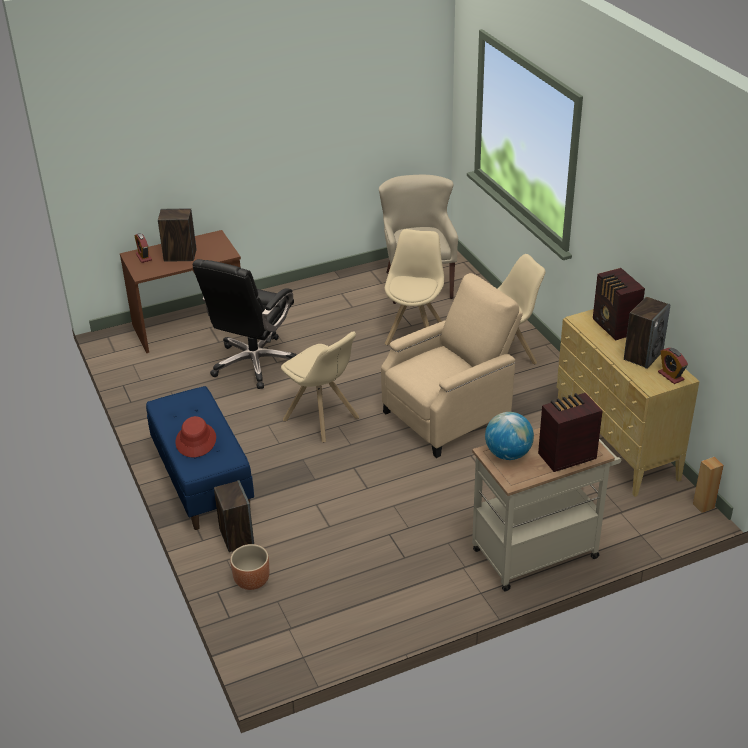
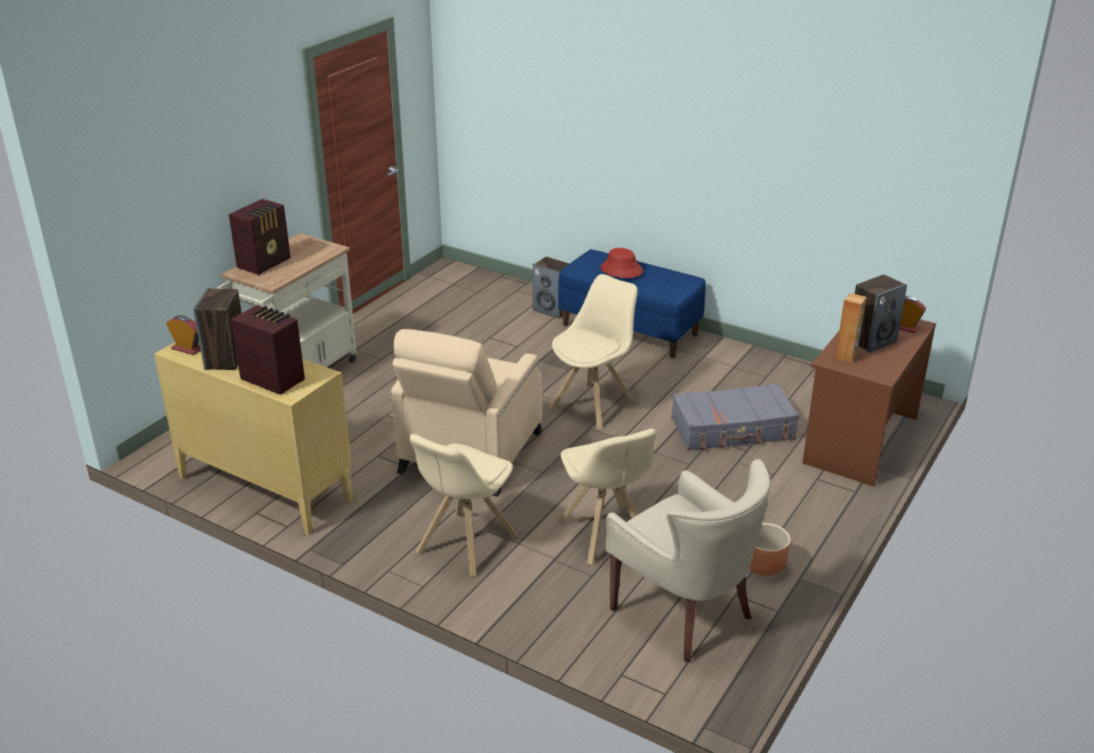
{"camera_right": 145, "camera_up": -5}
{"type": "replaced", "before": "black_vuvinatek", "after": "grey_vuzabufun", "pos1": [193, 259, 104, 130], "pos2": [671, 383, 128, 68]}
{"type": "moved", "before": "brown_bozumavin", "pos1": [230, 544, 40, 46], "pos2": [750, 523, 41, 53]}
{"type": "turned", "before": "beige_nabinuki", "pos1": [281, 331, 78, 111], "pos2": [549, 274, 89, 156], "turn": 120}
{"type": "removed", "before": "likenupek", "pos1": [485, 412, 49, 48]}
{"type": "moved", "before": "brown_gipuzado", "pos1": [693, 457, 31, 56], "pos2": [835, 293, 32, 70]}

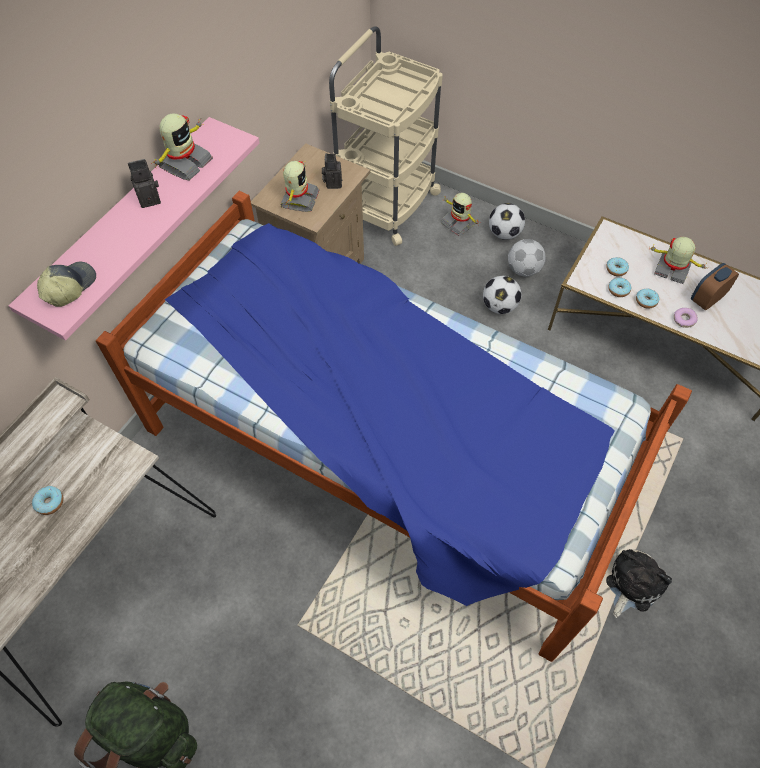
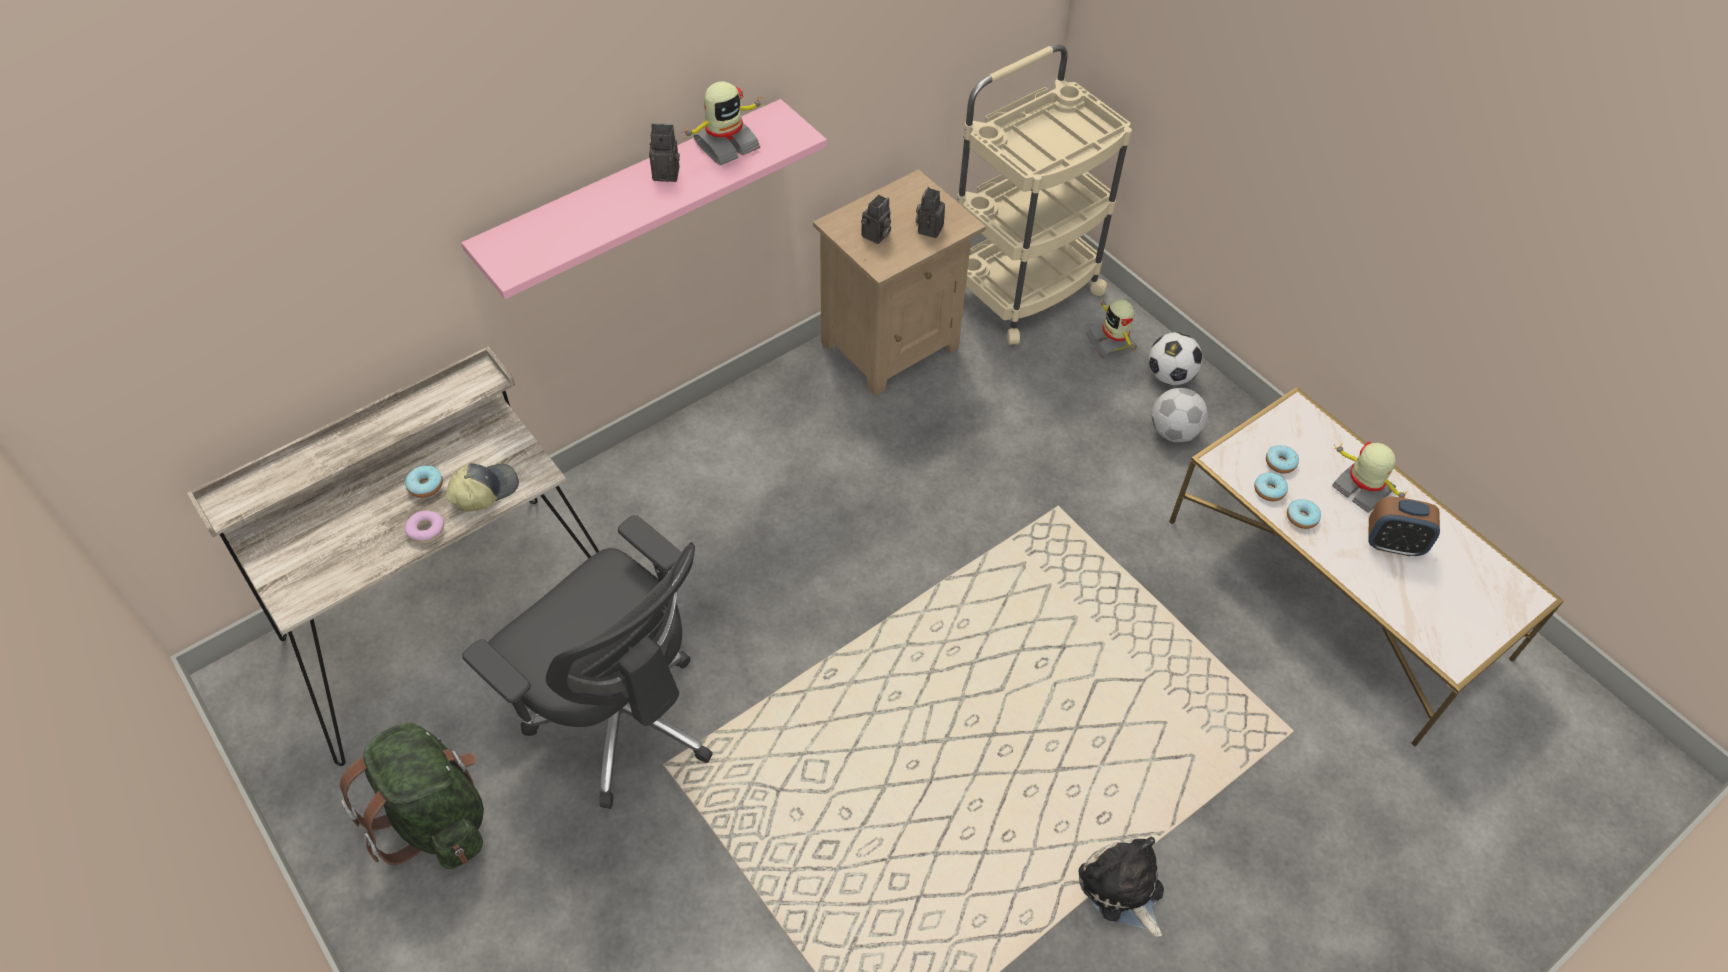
{"camera_right": 20, "camera_up": -5}
{"type": "moved", "before": "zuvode", "pos1": [37, 261, 59, 46], "pos2": [446, 463, 73, 49]}
{"type": "removed", "before": "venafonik", "pos1": [96, 191, 596, 471]}
{"type": "replaced", "before": "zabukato", "after": "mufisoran", "pos1": [281, 161, 39, 51], "pos2": [861, 195, 30, 49]}
{"type": "removed", "before": "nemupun", "pos1": [483, 276, 38, 38]}
{"type": "turned", "before": "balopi", "pos1": [606, 549, 66, 69], "pos2": [1079, 836, 85, 101], "turn": -90}
{"type": "moved", "before": "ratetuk", "pos1": [674, 308, 24, 20], "pos2": [405, 511, 39, 33]}
{"type": "turned", "before": "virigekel", "pos1": [691, 263, 48, 47], "pos2": [1368, 496, 72, 60], "turn": -150}
{"type": "added", "after": "vuvinatek", "pos2": [462, 515, 251, 294]}

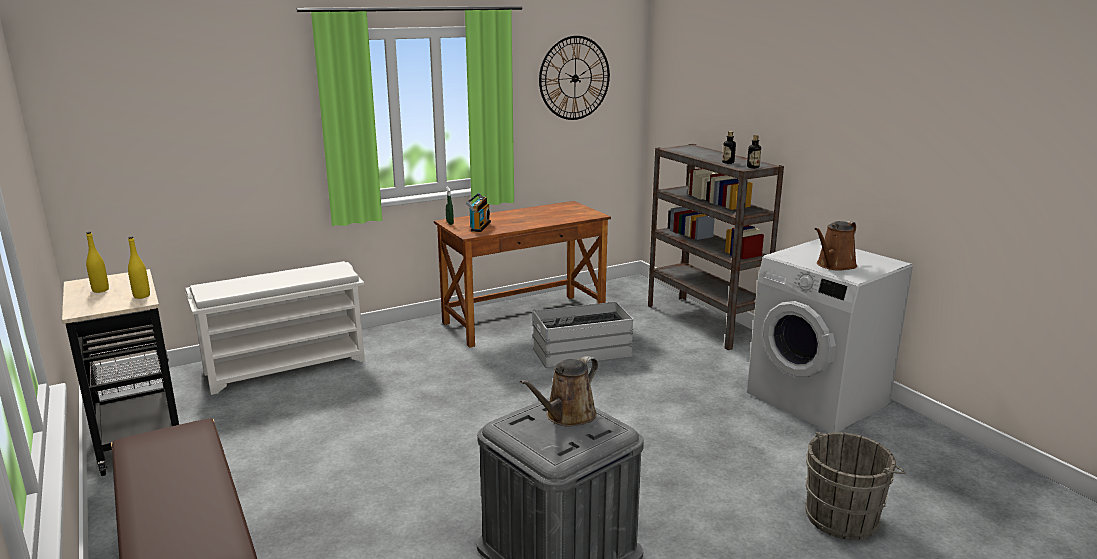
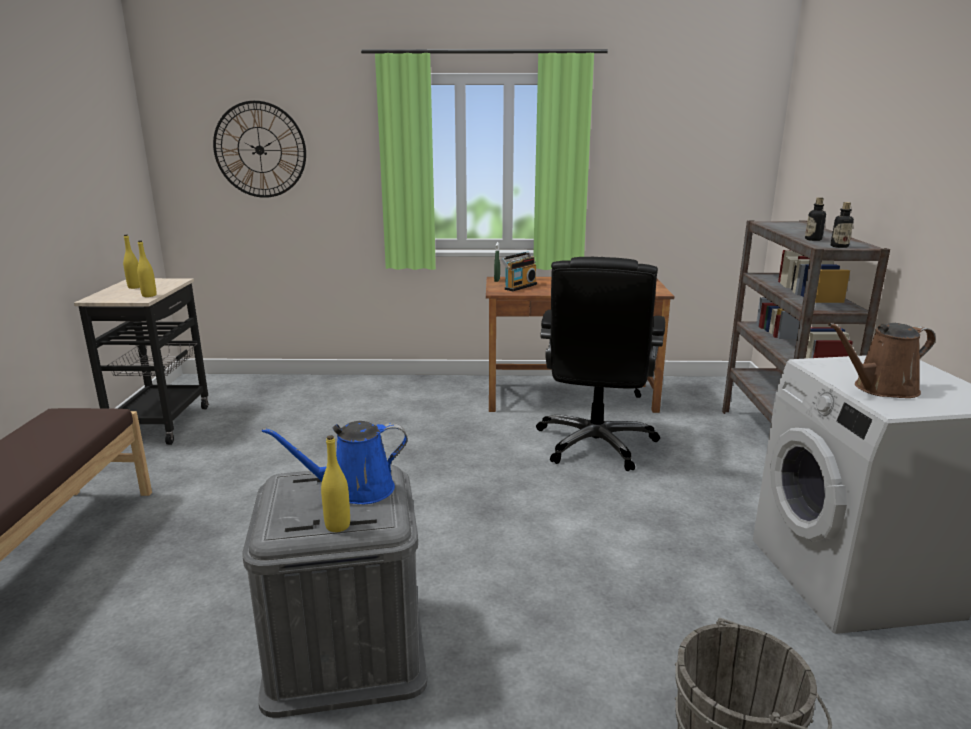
{"camera_right": 30, "camera_up": 0}
{"type": "removed", "before": "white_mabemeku", "pos1": [185, 261, 180, 134]}
{"type": "recoloured", "before": "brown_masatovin", "after": "blue_masatovin", "pos1": [520, 356, 78, 71], "pos2": [262, 421, 146, 83]}
{"type": "replaced", "before": "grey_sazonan", "after": "black_vuvinatek", "pos1": [533, 302, 100, 66], "pos2": [536, 257, 129, 214]}
{"type": "moved", "before": "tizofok", "pos1": [539, 36, 71, 84], "pos2": [213, 101, 93, 97]}
{"type": "added", "after": "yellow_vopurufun", "pos2": [321, 435, 29, 97]}

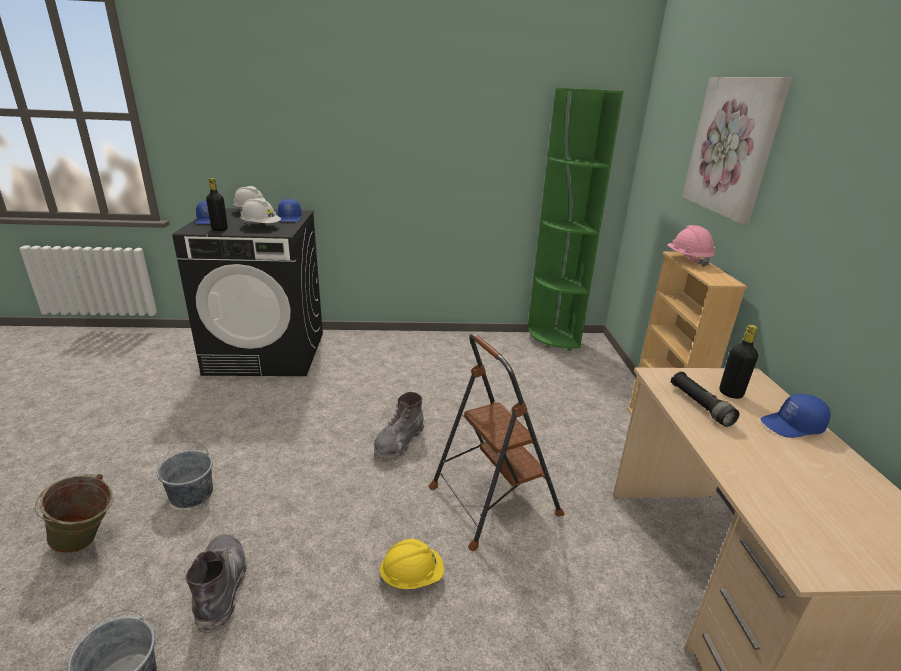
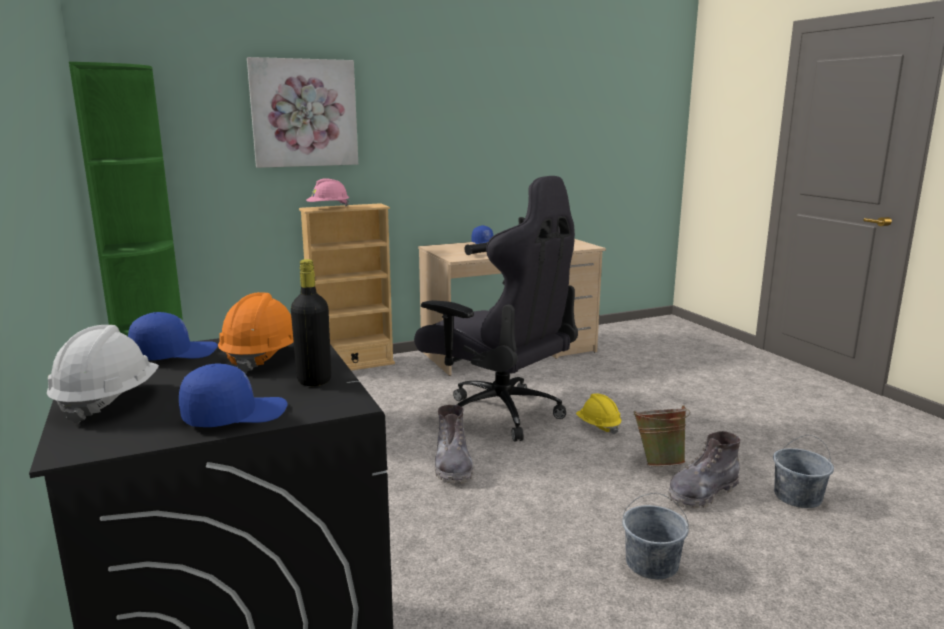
{"camera_right": -110, "camera_up": -10}
{"type": "moved", "before": "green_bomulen", "pos1": [35, 474, 78, 79], "pos2": [633, 405, 57, 61]}
{"type": "recoloured", "before": "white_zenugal", "after": "orange_zenugal", "pos1": [240, 198, 41, 26], "pos2": [218, 292, 76, 82]}
{"type": "turned", "before": "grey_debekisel", "pos1": [374, 392, 50, 70], "pos2": [435, 405, 38, 79], "turn": 75}
{"type": "replaced", "before": "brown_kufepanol", "after": "black_vuvinatek", "pos1": [429, 333, 136, 218], "pos2": [414, 176, 164, 266]}
{"type": "removed", "before": "black_vopurufun", "pos1": [719, 325, 39, 74]}

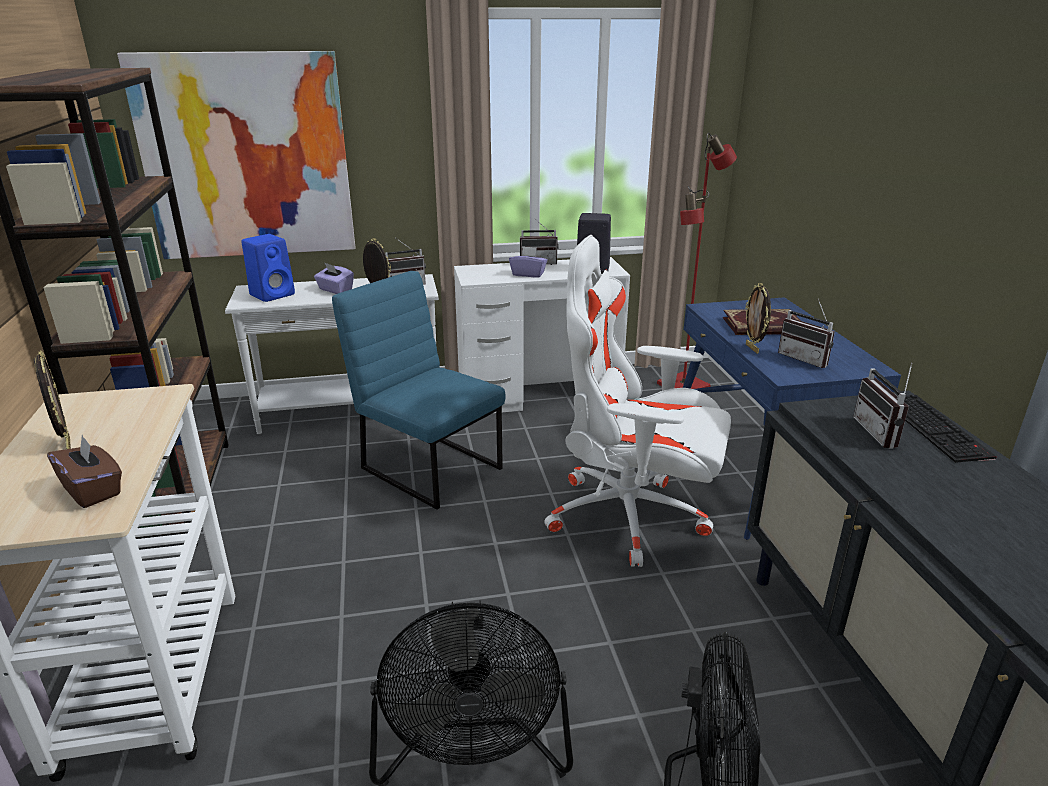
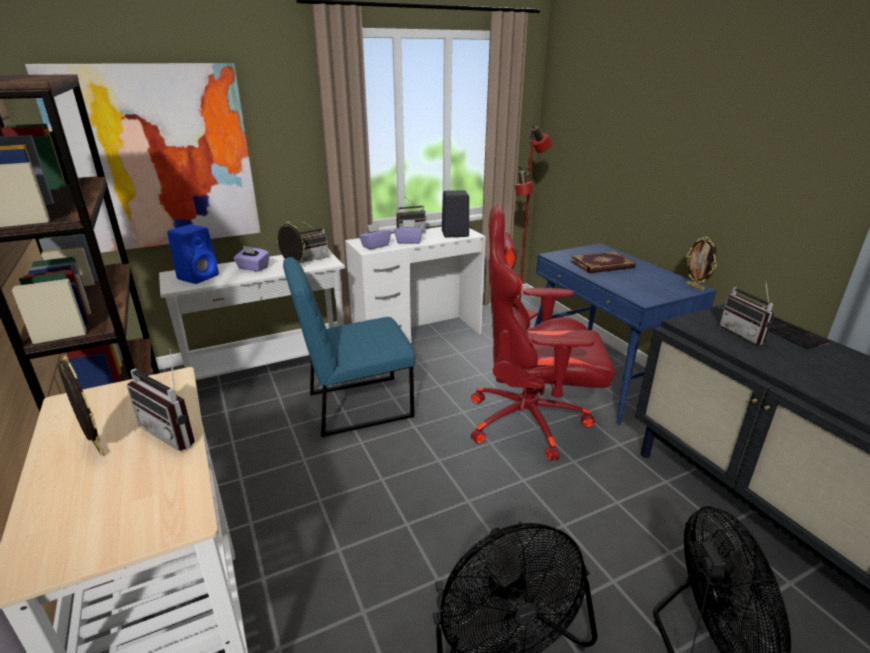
{"camera_right": -15, "camera_up": 0}
{"type": "removed", "before": "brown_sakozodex", "pos1": [47, 435, 75, 73]}
{"type": "turned", "before": "blue_nabinuki", "pos1": [332, 271, 173, 239], "pos2": [283, 257, 133, 180], "turn": -45}
{"type": "recoloured", "before": "white_vuvinatek", "after": "red_vuvinatek", "pos1": [544, 235, 187, 332], "pos2": [471, 204, 144, 257]}
{"type": "moved", "before": "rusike", "pos1": [746, 283, 25, 71], "pos2": [686, 236, 31, 55]}
{"type": "moved", "before": "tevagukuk", "pos1": [778, 299, 57, 69], "pos2": [127, 349, 68, 102]}
{"type": "added", "after": "purple_sakozodex", "pos2": [359, 223, 32, 27]}

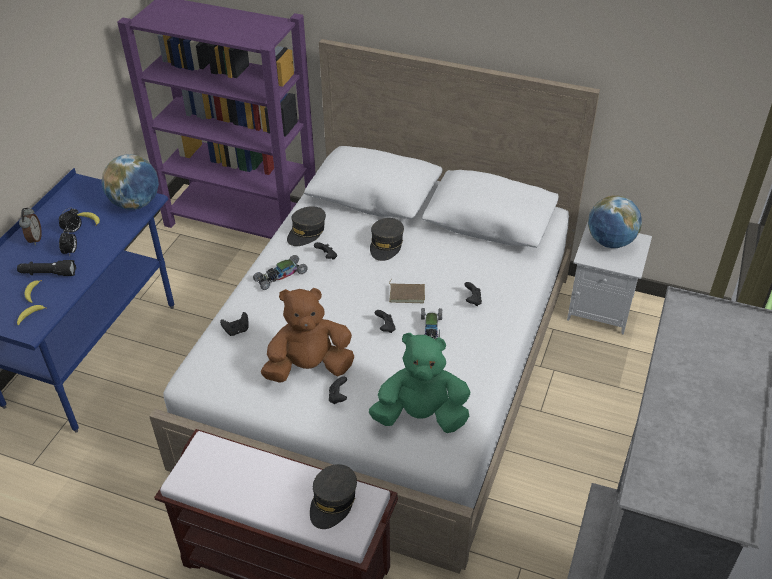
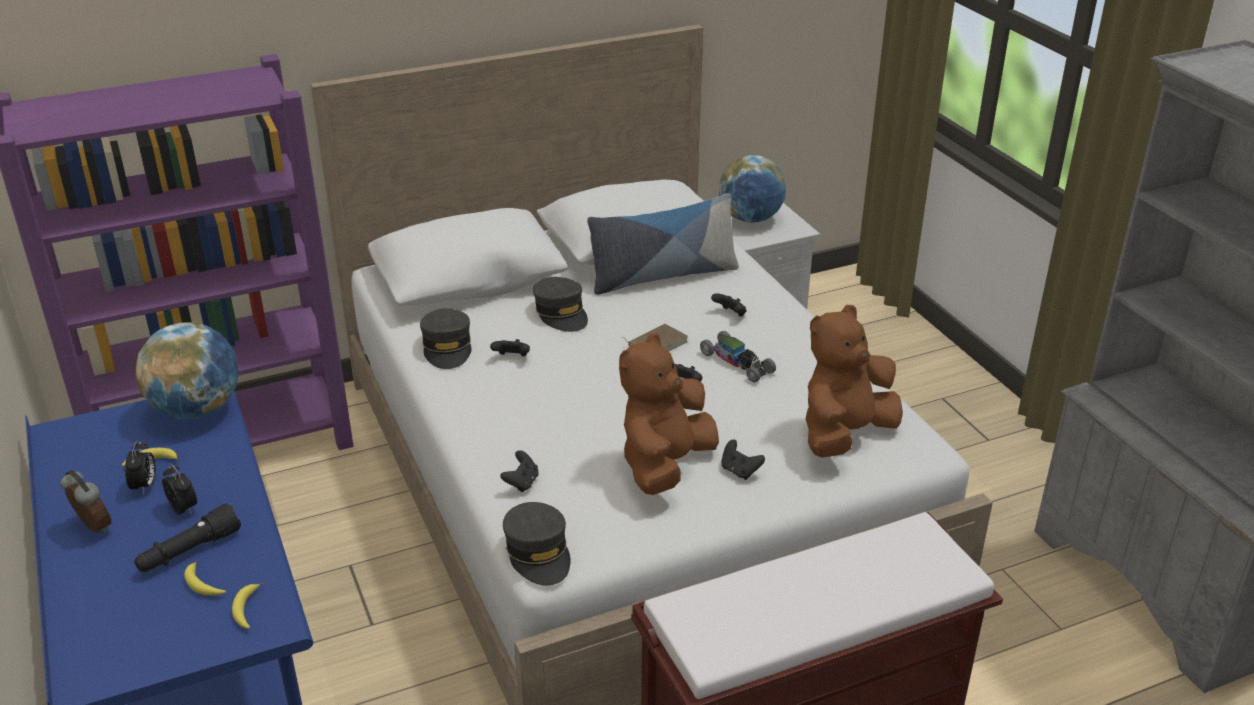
{"camera_right": -45, "camera_up": -10}
{"type": "removed", "before": "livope", "pos1": [253, 255, 55, 35]}
{"type": "moved", "before": "grey_zuvode", "pos1": [310, 464, 47, 65], "pos2": [503, 502, 67, 84]}
{"type": "recoloured", "before": "green_balopi", "after": "brown_balopi", "pos1": [369, 333, 101, 100], "pos2": [806, 305, 97, 153]}
{"type": "added", "after": "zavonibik", "pos2": [587, 193, 152, 102]}

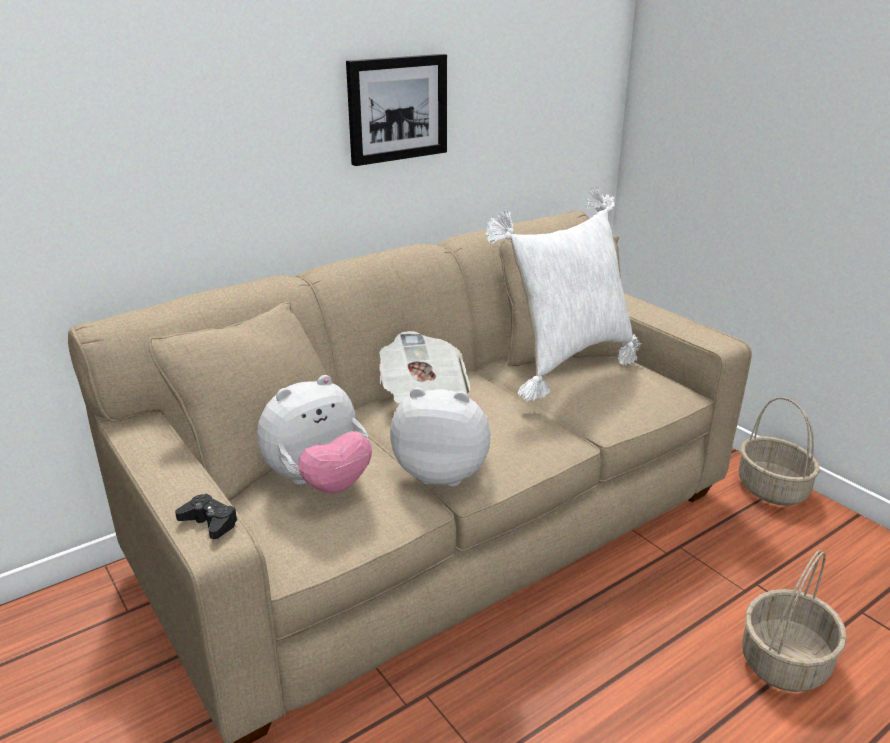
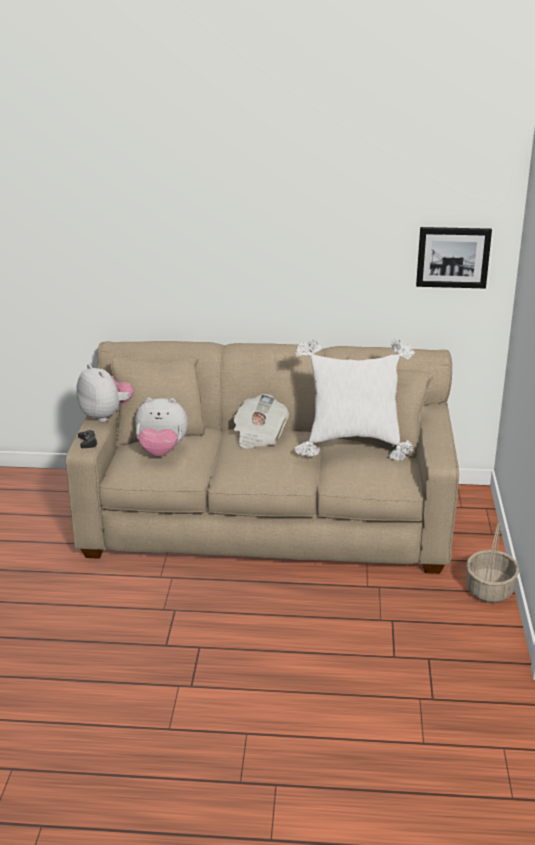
{"camera_right": 40, "camera_up": 0}
{"type": "moved", "before": "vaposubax", "pos1": [346, 54, 101, 112], "pos2": [416, 227, 76, 62]}
{"type": "moved", "before": "balopi", "pos1": [390, 387, 100, 100], "pos2": [77, 364, 57, 58]}
{"type": "removed", "before": "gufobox", "pos1": [742, 550, 105, 142]}

